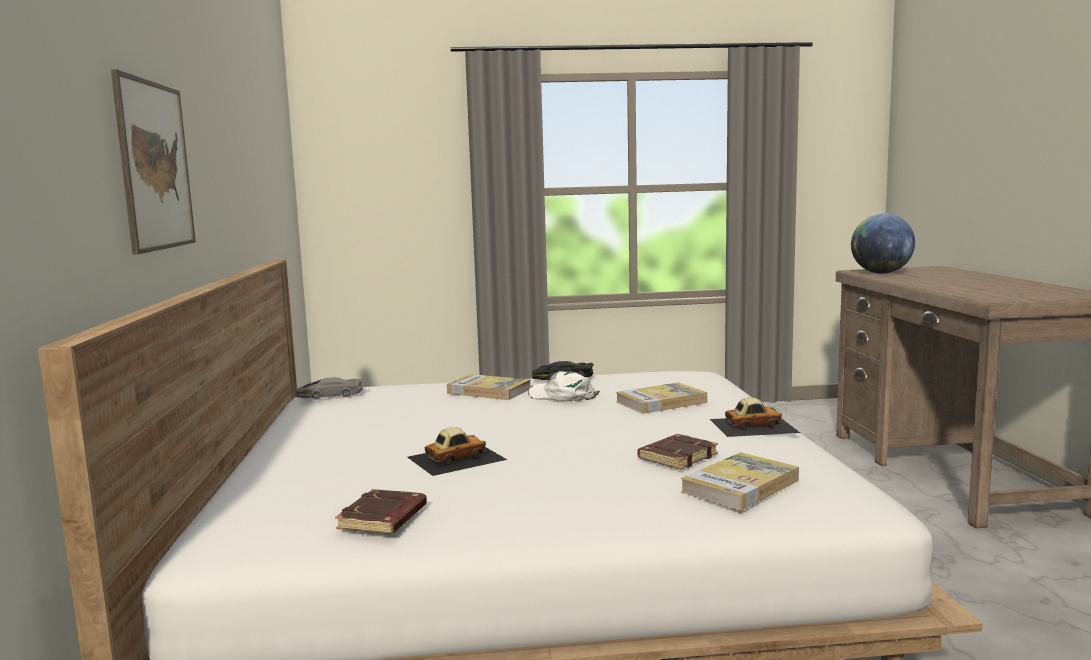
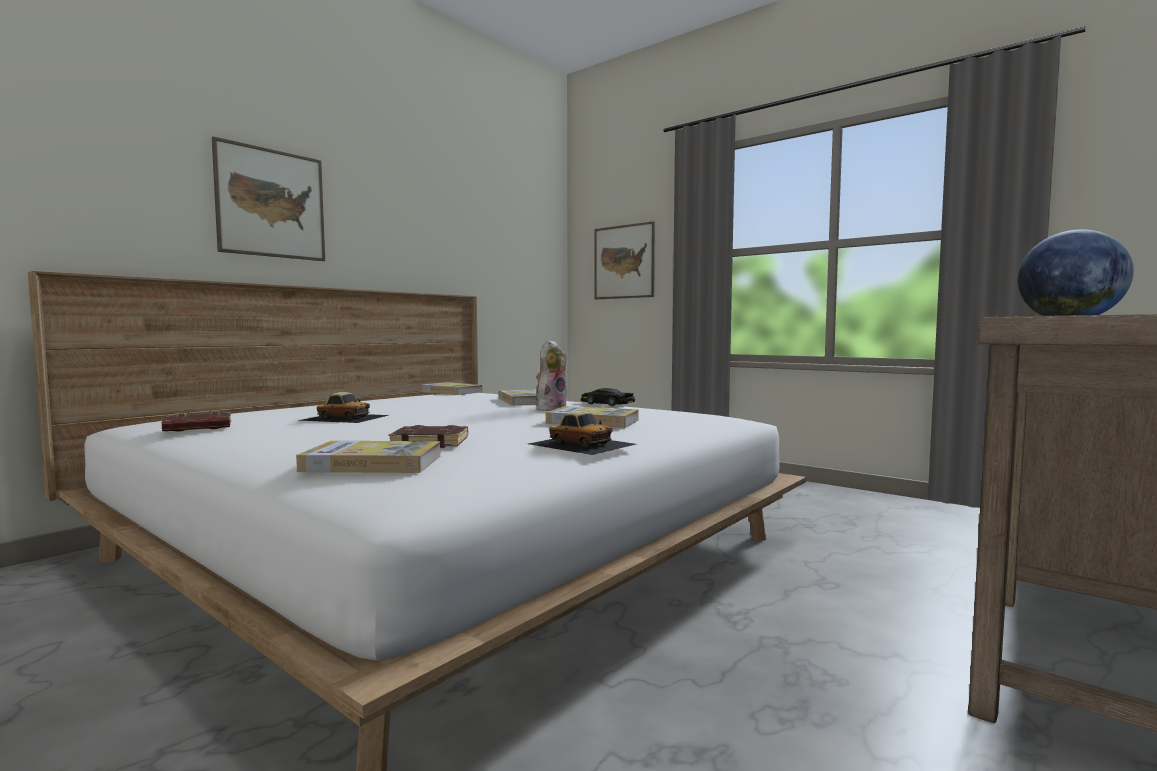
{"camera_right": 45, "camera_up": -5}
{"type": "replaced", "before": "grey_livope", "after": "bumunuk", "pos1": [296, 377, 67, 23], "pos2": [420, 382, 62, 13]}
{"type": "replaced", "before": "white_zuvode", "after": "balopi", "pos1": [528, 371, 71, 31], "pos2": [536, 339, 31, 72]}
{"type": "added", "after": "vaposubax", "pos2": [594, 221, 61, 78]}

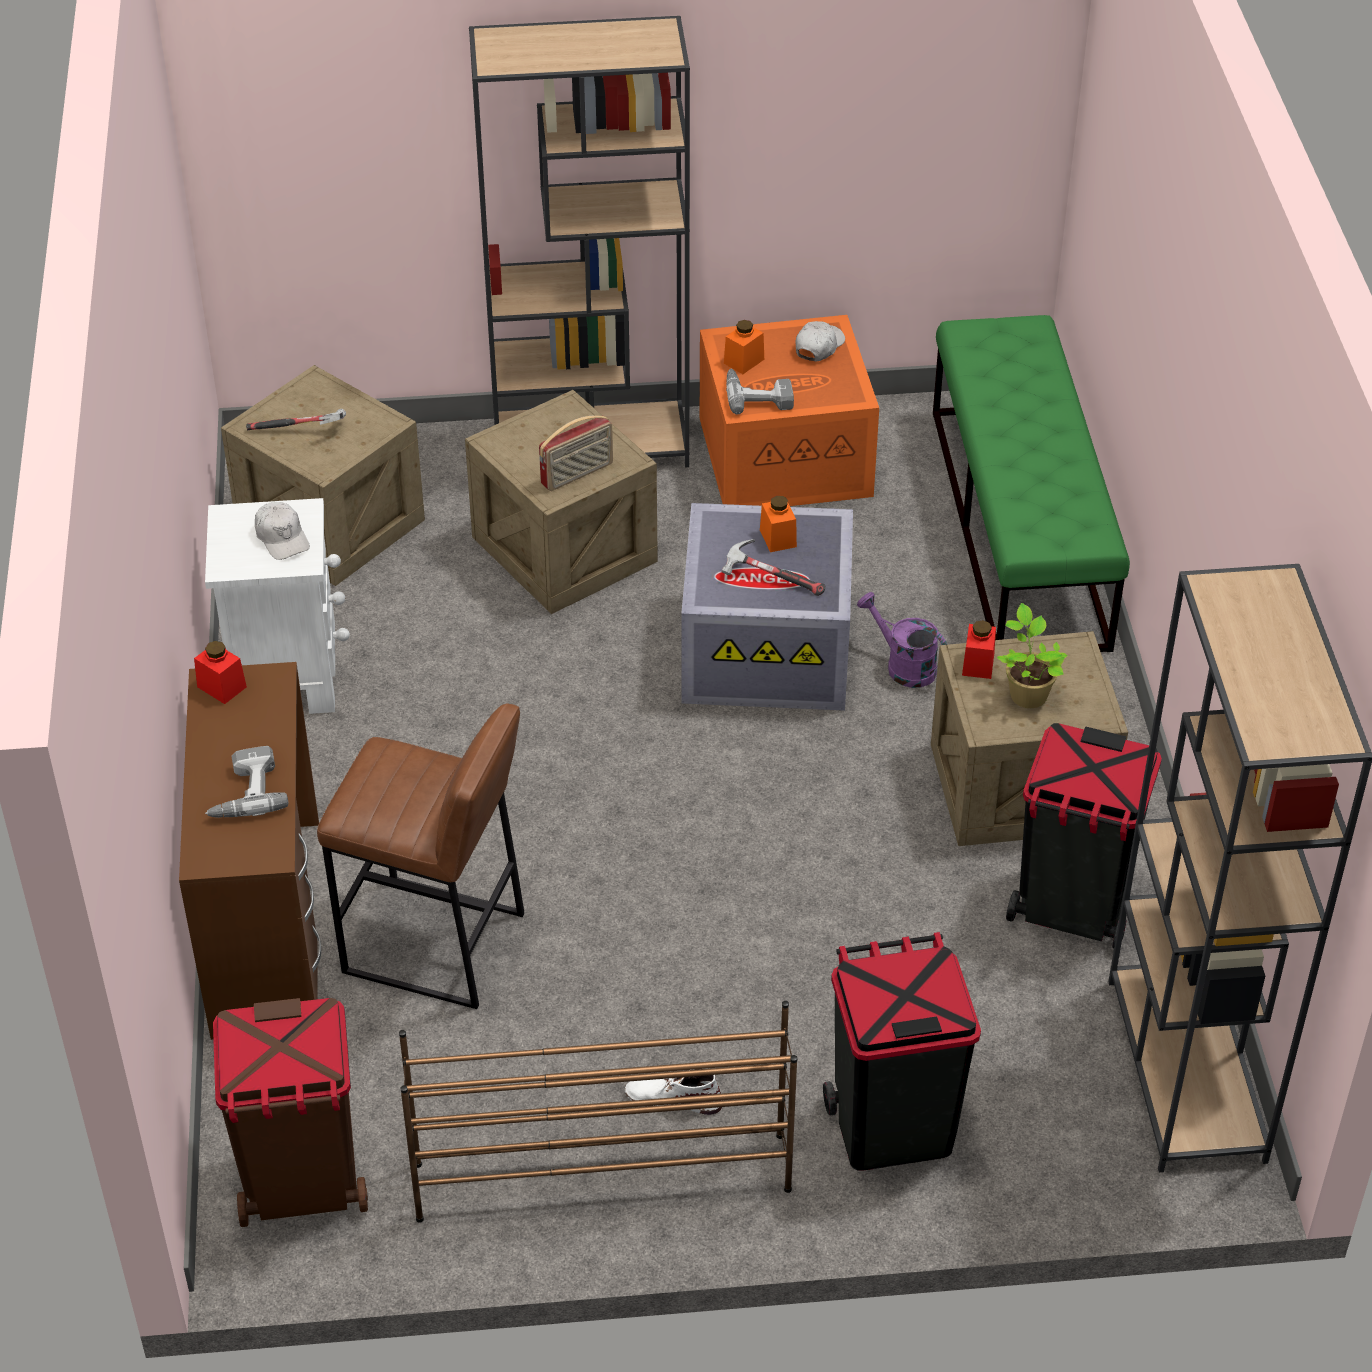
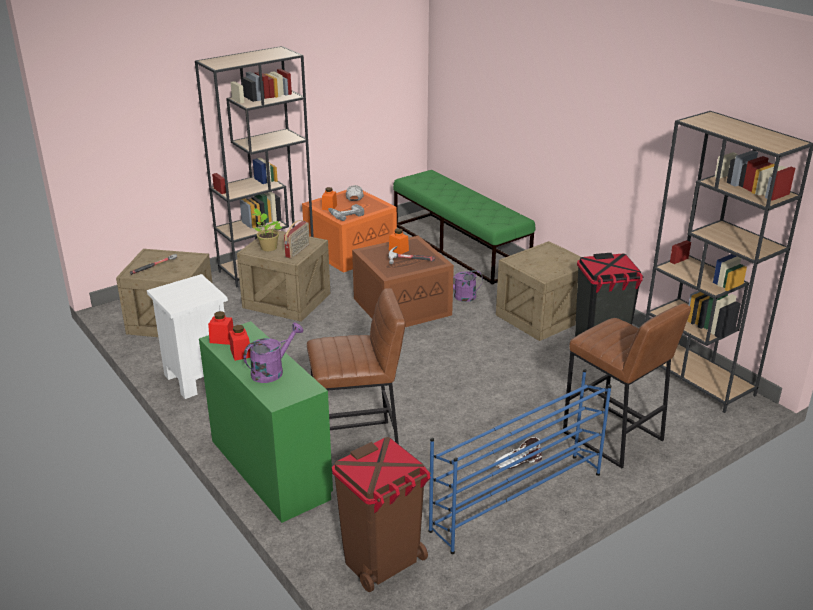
{"camera_right": -30, "camera_up": -15}
{"type": "recoloured", "before": "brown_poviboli", "after": "green_poviboli", "pos1": [179, 662, 142, 378], "pos2": [199, 321, 134, 202]}
{"type": "replaced", "before": "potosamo", "after": "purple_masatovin", "pos1": [205, 746, 83, 72], "pos2": [244, 322, 60, 61]}
{"type": "removed", "before": "white_zuvode", "pos1": [255, 502, 55, 58]}
{"type": "recoloured", "before": "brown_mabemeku", "after": "blue_mabemeku", "pos1": [399, 1001, 399, 222], "pos2": [428, 369, 184, 185]}
{"type": "recoloured", "before": "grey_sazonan", "after": "brown_sazonan", "pos1": [681, 503, 172, 208], "pos2": [352, 235, 102, 92]}
{"type": "replaced", "before": "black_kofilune", "after": "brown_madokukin", "pos1": [823, 932, 158, 239], "pos2": [563, 303, 128, 165]}
{"type": "moved", "before": "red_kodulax", "pos1": [962, 620, 34, 59], "pos2": [229, 325, 21, 36]}
{"type": "moved", "before": "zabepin", "pos1": [997, 603, 71, 105], "pos2": [252, 208, 31, 43]}

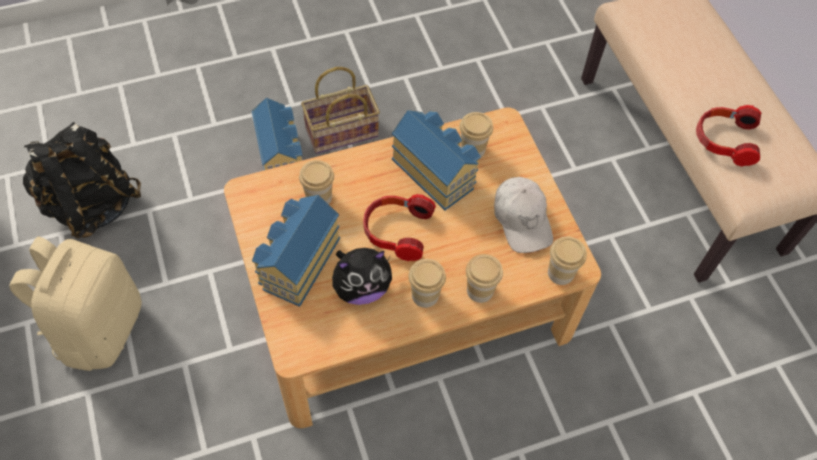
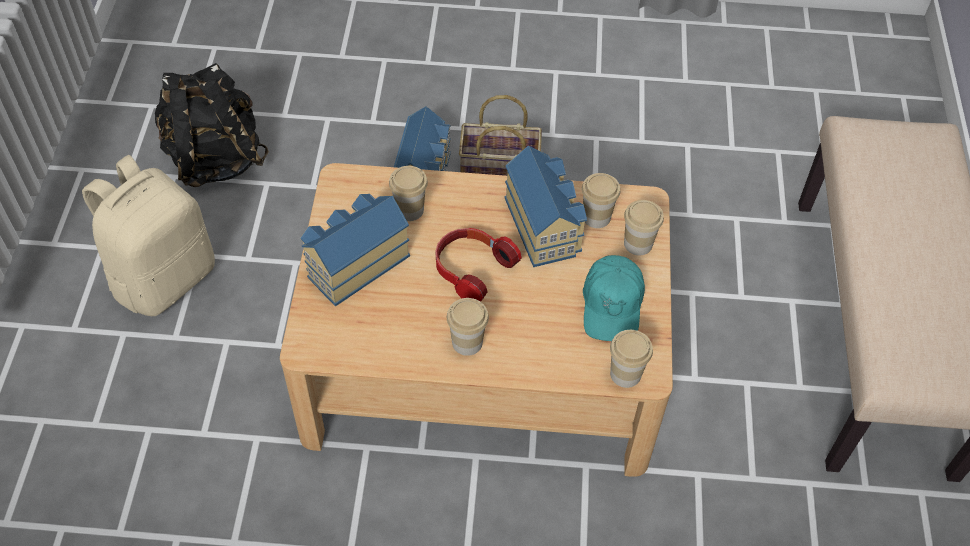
{"camera_right": 25, "camera_up": -5}
{"type": "removed", "before": "balopi", "pos1": [332, 248, 60, 57]}
{"type": "moved", "before": "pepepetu", "pos1": [466, 254, 37, 49], "pos2": [624, 200, 40, 56]}
{"type": "recoloured", "before": "white_zuvode", "after": "turquoise_zuvode", "pos1": [494, 177, 59, 76], "pos2": [583, 255, 62, 86]}
{"type": "removed", "before": "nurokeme", "pos1": [696, 105, 65, 62]}

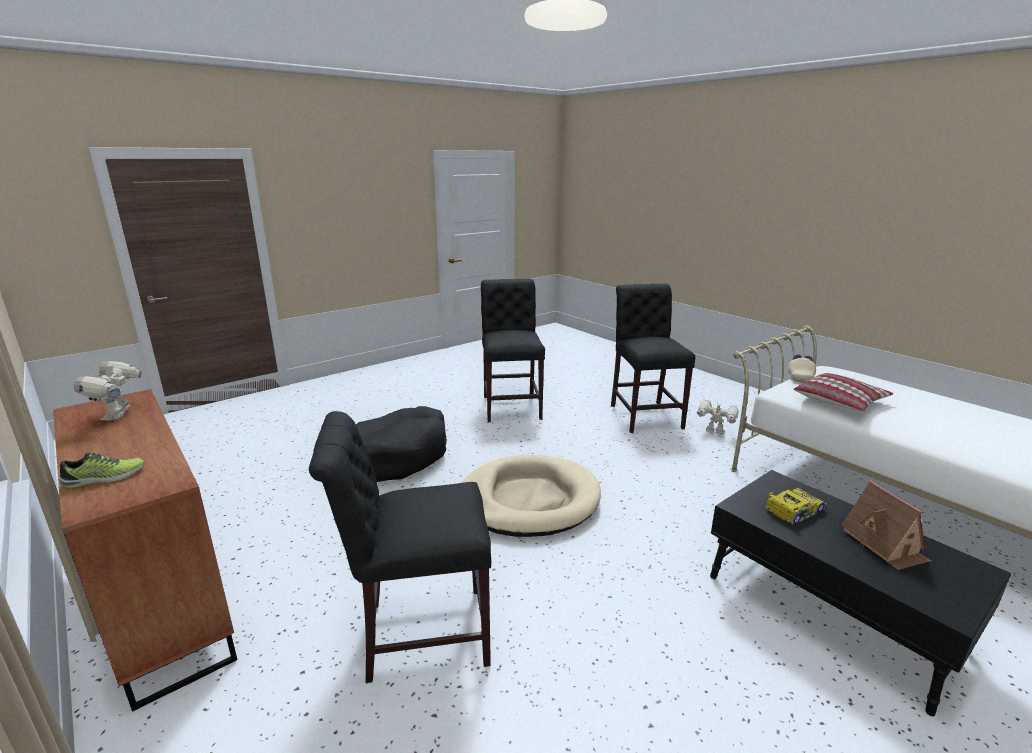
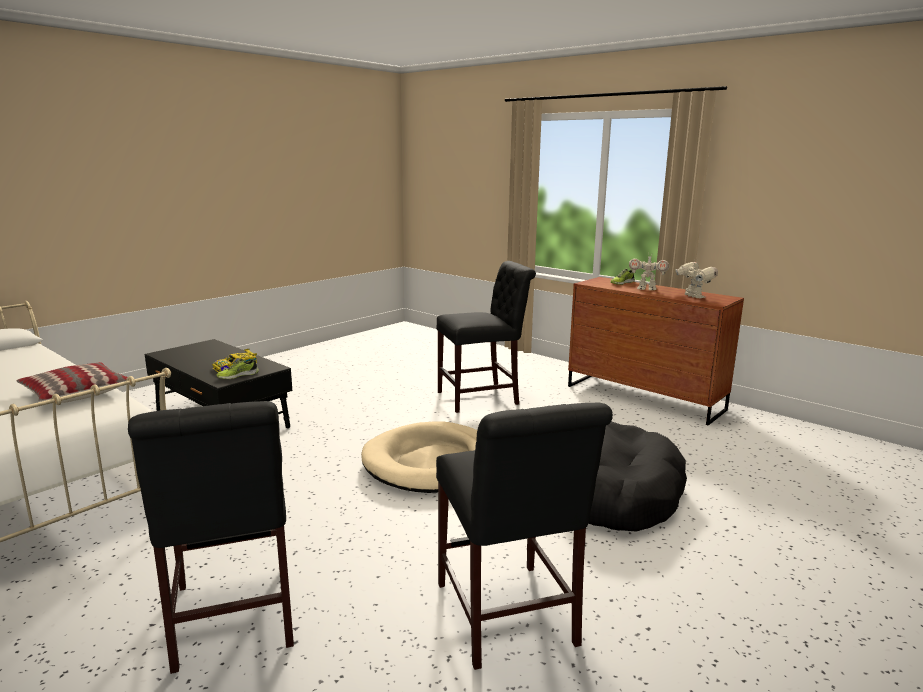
{"camera_right": 170, "camera_up": -5}
{"type": "moved", "before": "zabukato", "pos1": [697, 400, 42, 35], "pos2": [629, 255, 40, 35]}
{"type": "removed", "before": "beige_zuvode", "pos1": [788, 354, 28, 29]}
{"type": "removed", "before": "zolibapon", "pos1": [841, 480, 90, 90]}
{"type": "added", "after": "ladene", "pos2": [217, 358, 42, 21]}

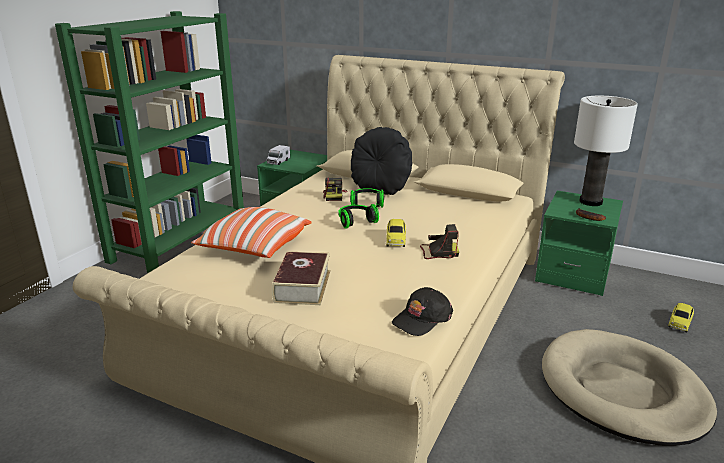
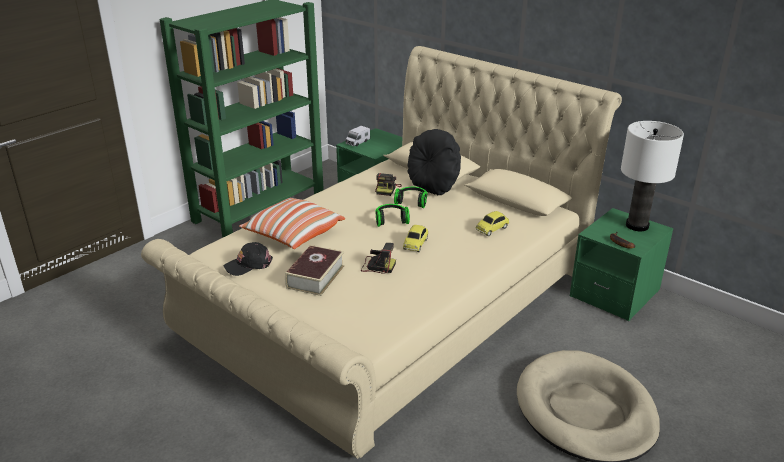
{"camera_right": 15, "camera_up": 5}
{"type": "moved", "before": "black_zuvode", "pos1": [392, 287, 61, 49], "pos2": [224, 242, 49, 34]}
{"type": "moved", "before": "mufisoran", "pos1": [420, 224, 39, 35], "pos2": [361, 243, 35, 31]}
{"type": "moved", "before": "livope", "pos1": [668, 303, 26, 30], "pos2": [475, 211, 34, 25]}

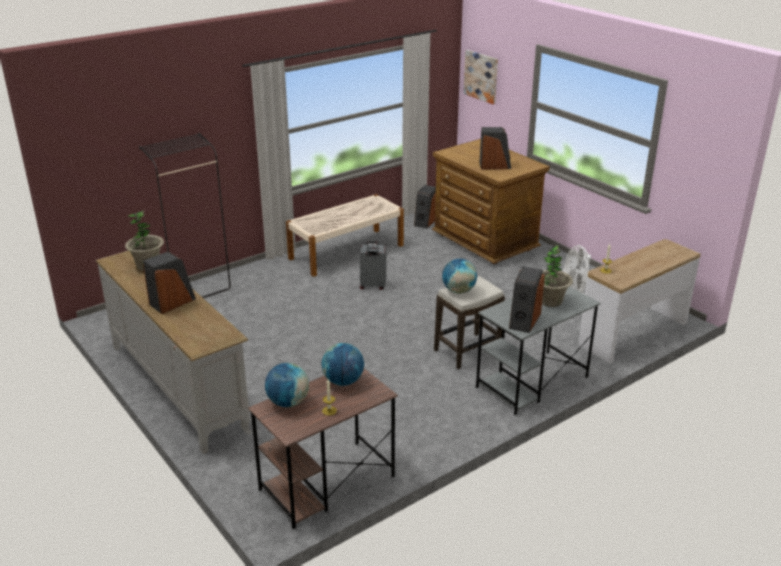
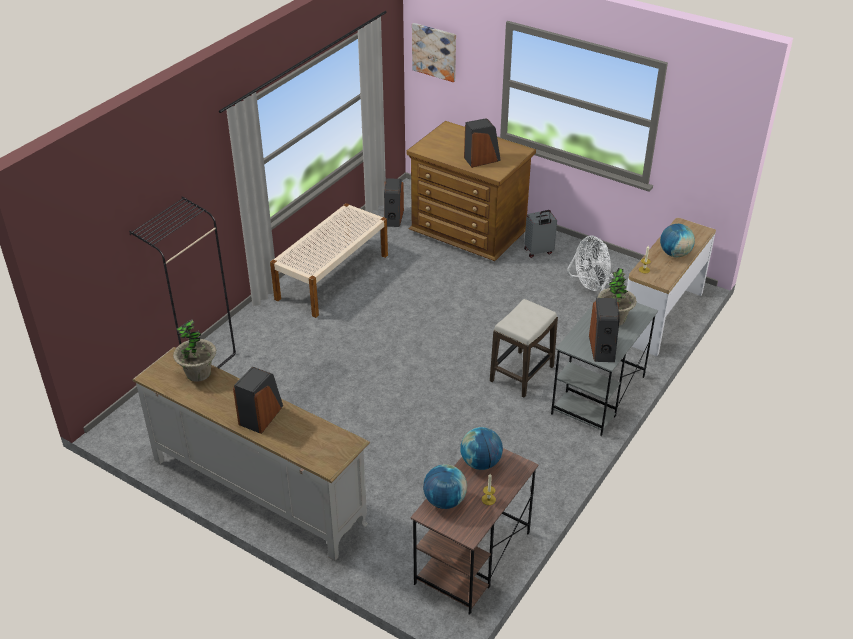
{"camera_right": -20, "camera_up": 10}
{"type": "moved", "before": "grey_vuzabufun", "pos1": [360, 241, 27, 49], "pos2": [524, 210, 33, 48]}
{"type": "moved", "before": "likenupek", "pos1": [442, 259, 35, 34], "pos2": [660, 224, 35, 33]}

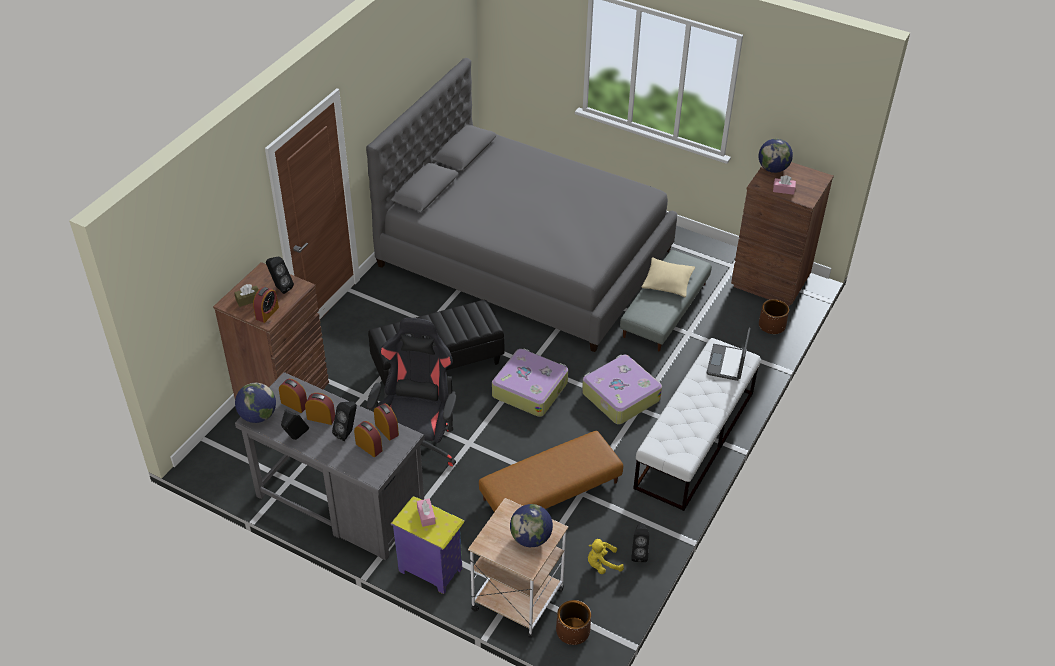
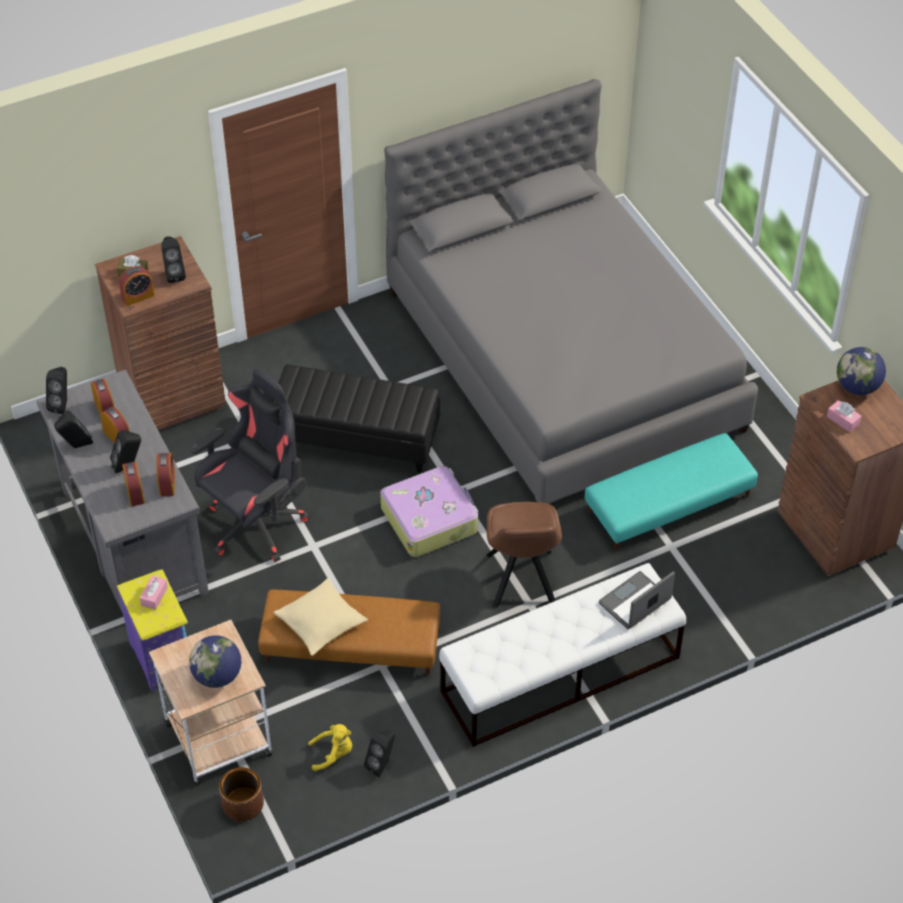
{"camera_right": 35, "camera_up": 5}
{"type": "replaced", "before": "likenupek", "after": "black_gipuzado", "pos1": [235, 383, 41, 40], "pos2": [46, 367, 21, 47]}
{"type": "replaced", "before": "vuzabufun", "after": "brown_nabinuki", "pos1": [582, 355, 80, 70], "pos2": [487, 502, 75, 106]}
{"type": "turned", "before": "yellow_balopi", "pos1": [588, 539, 36, 35], "pos2": [308, 724, 44, 47], "turn": 150}
{"type": "recoloured", "before": "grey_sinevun", "after": "turquoise_sinevun", "pos1": [620, 250, 92, 102], "pos2": [585, 433, 173, 118]}
{"type": "moved", "before": "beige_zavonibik", "pos1": [641, 257, 54, 40], "pos2": [274, 578, 94, 78]}
{"type": "removed", "before": "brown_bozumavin", "pos1": [759, 299, 30, 35]}

